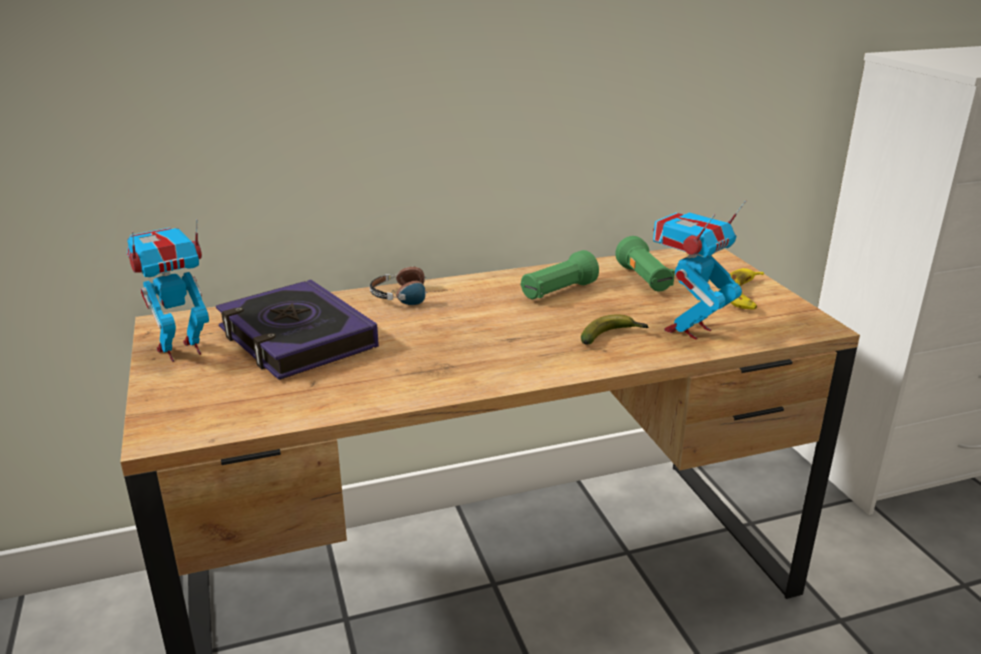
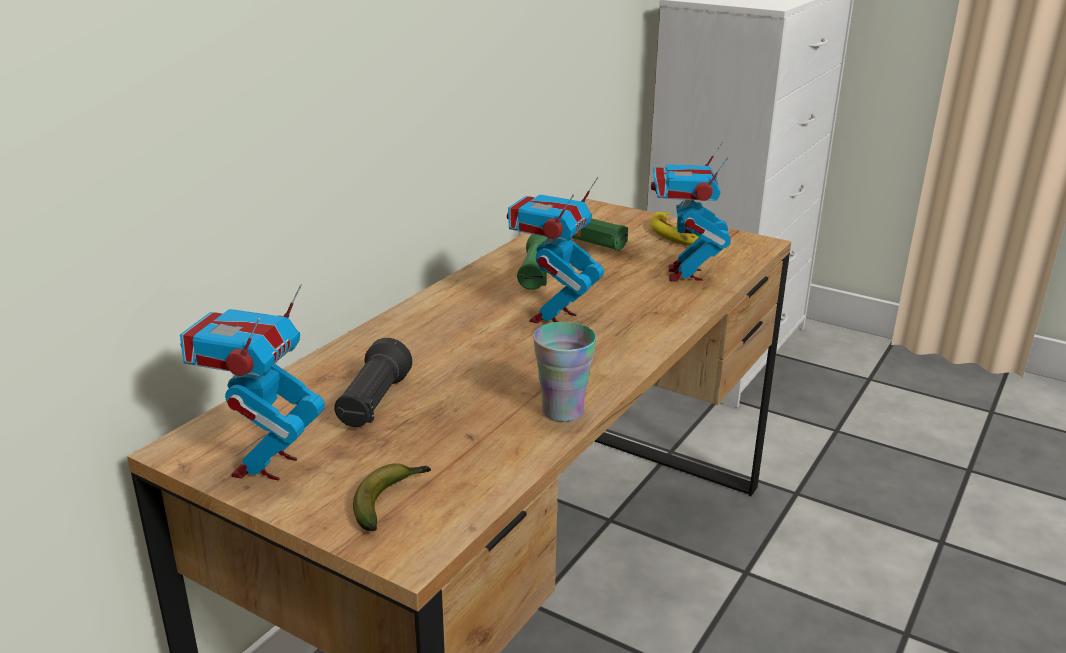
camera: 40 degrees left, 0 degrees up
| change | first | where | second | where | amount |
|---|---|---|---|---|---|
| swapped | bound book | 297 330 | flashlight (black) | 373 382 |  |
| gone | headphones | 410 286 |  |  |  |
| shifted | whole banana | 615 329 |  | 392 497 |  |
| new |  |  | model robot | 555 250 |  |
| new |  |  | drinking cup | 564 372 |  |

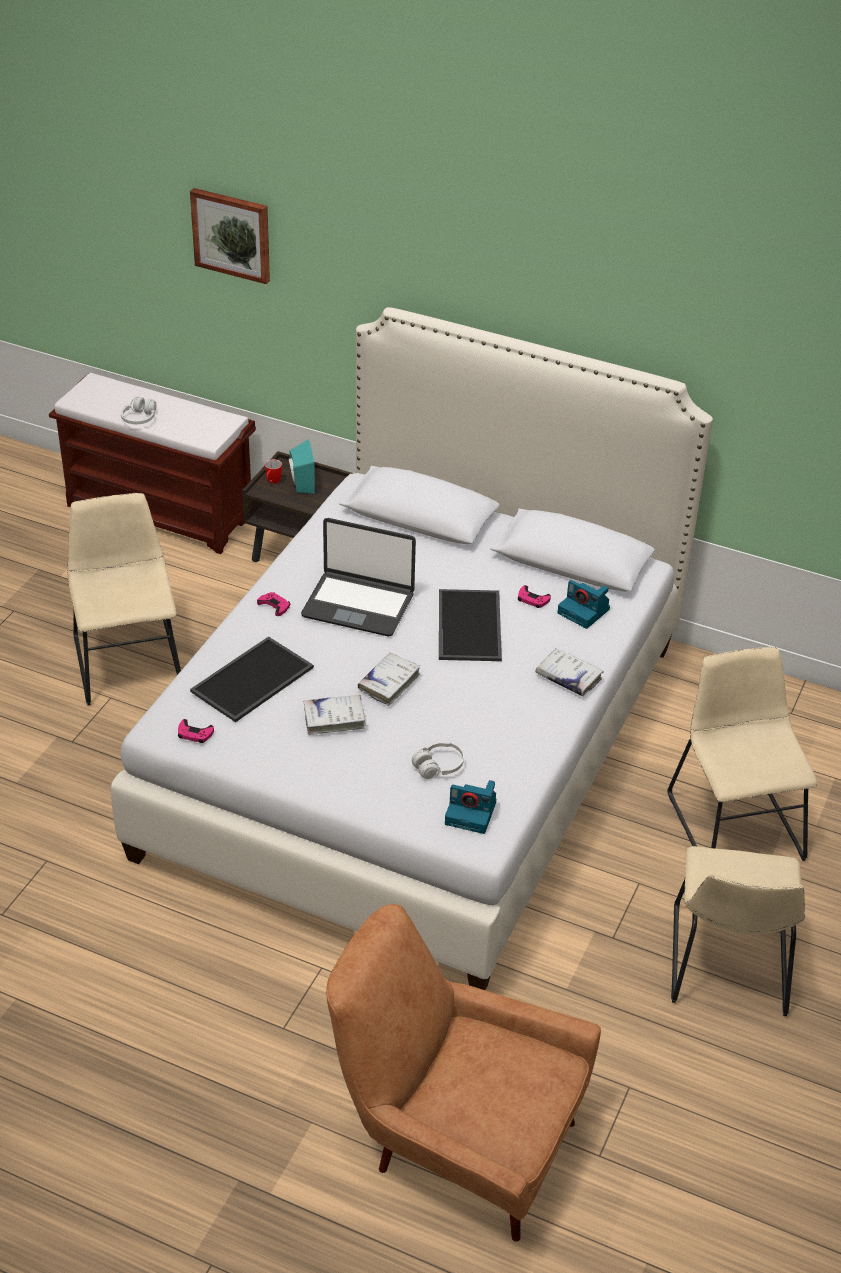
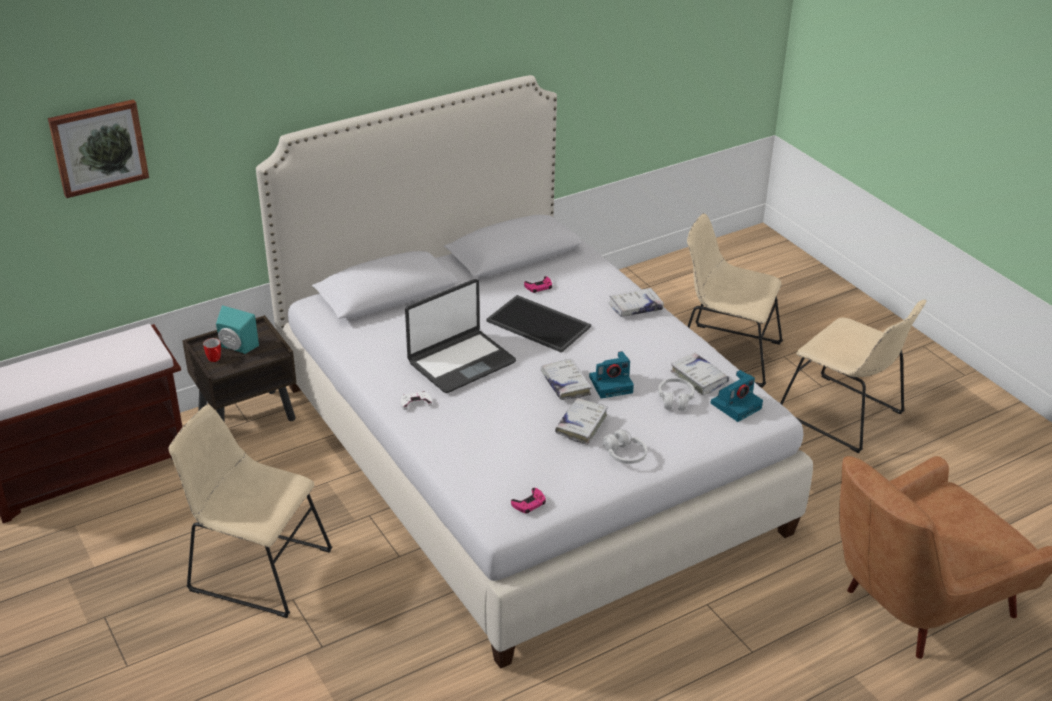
camera: 55 degrees left, 5 degrees down
| change | first | where | second | where | amount |
|---|---|---|---|---|---|
| shifted | headphones (white-coloured) | 139 410 |  | 625 446 |  |
| gone | tray | 252 679 |  |  |  |
| repainted | gamepad (pink-coloured) | 273 604 | gamepad (white-coloured) | 416 401 |  |
| shifted | still camera | 584 604 |  | 611 375 |  |
| new |  |  | bound book (white-coloured) | 700 374 |  |

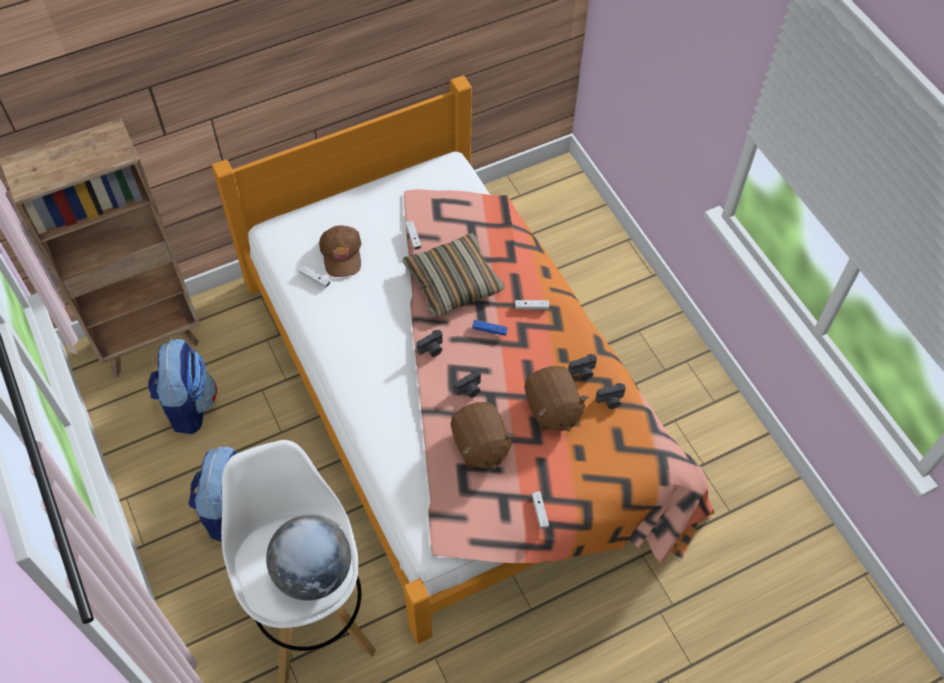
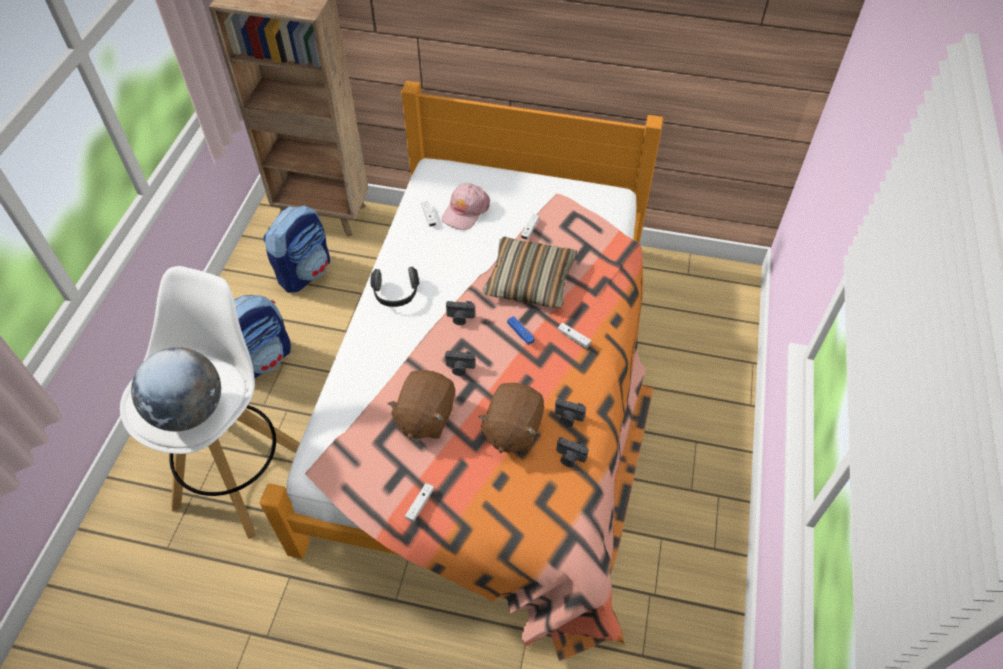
camera: 40 degrees right, 5 degrees down
| change | first | where | second | where | amount |
|---|---|---|---|---|---|
| repainted | peaked cap (brownish) | 340 251 | peaked cap (pink-coloured) | 466 206 |  |
| new |  |  | headphones | 394 286 |  |

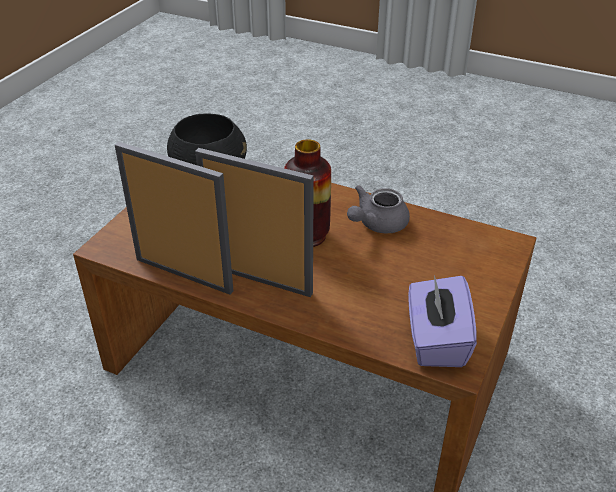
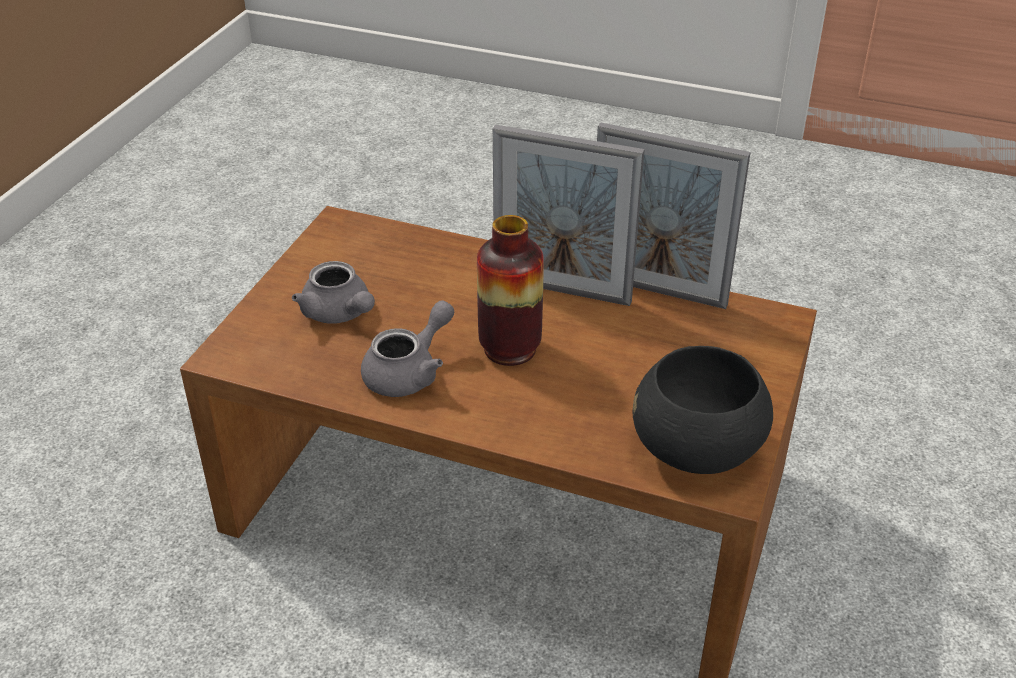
camera: 175 degrees right, 0 degrees up
| change | first | where | second | where | amount |
|---|---|---|---|---|---|
| gone | tissue box (purple-coloured) | 442 321 |  |  |  |
| new |  |  | teapot (grey) | 333 292 |  |

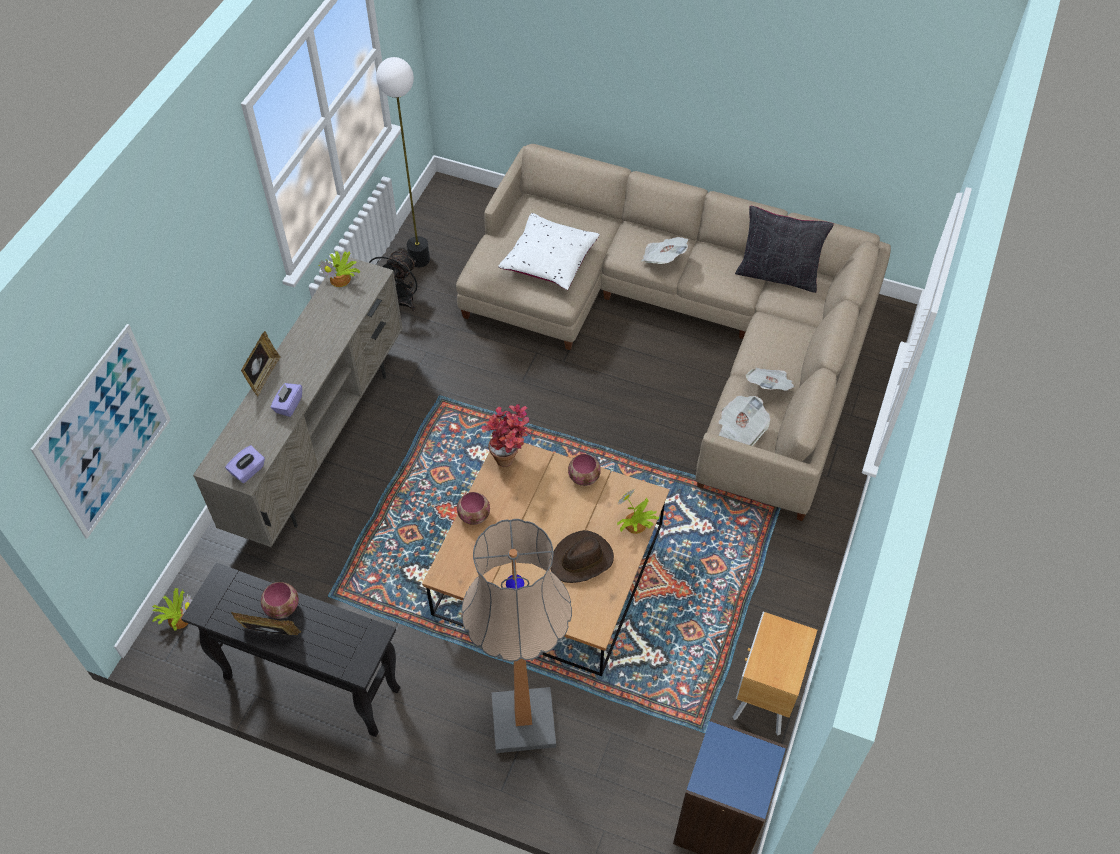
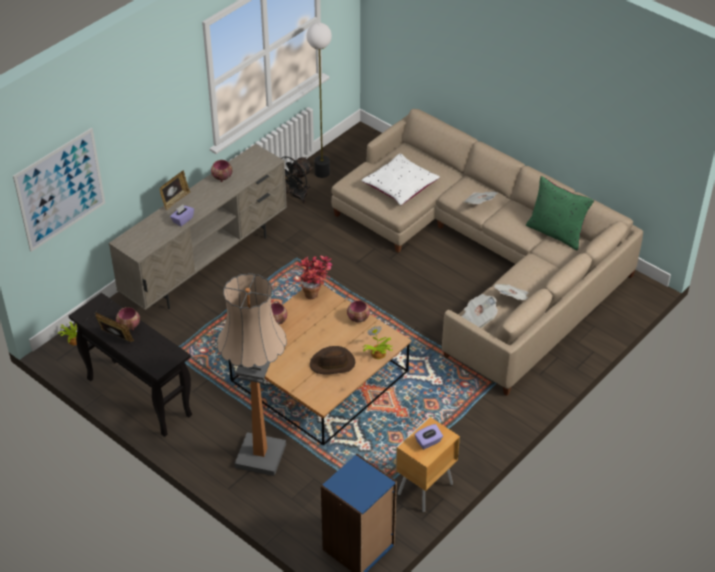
camera: 20 degrees right, 10 degrees down
| change | first | where | second | where | amount |
|---|---|---|---|---|---|
| shifted | tissue box (purple-coloured) | 245 464 |  | 429 436 |  |
| gone | houseplant | 339 269 |  |  |  |
| repainted | pillow (black) | 784 249 | pillow (greenish) | 560 213 |  |
| new |  |  | serving bowl | 221 171 |  |

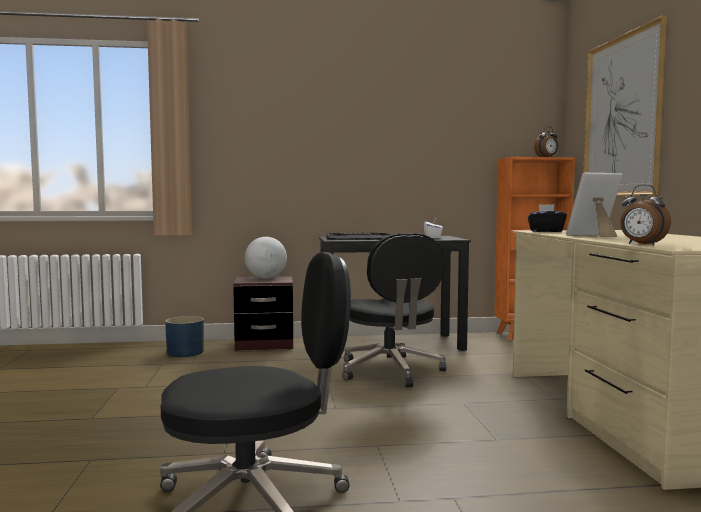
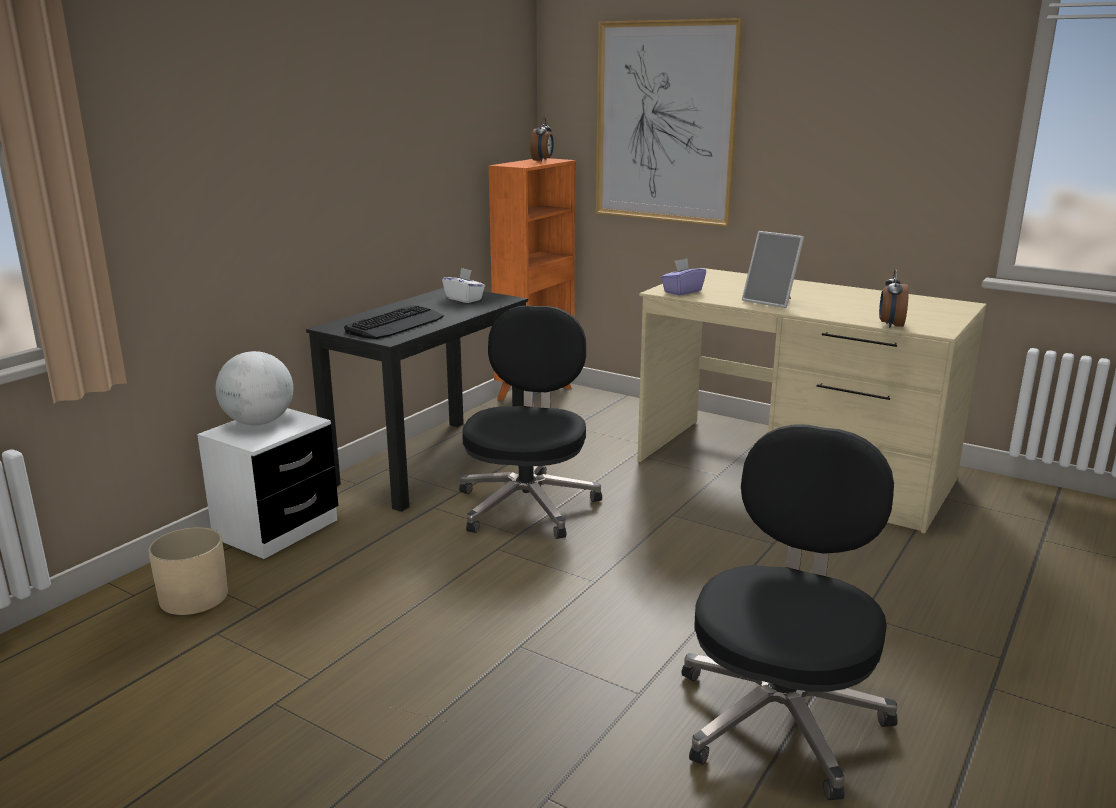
camera: 50 degrees left, 15 degrees up
| change | first | where | second | where | amount |
|---|---|---|---|---|---|
| repainted | flower pot (blue) | 184 336 | flower pot (sand-coloured) | 188 571 |  |
| repainted | bedside table (brownish) | 263 313 | bedside table (white-coloured) | 267 483 |  |
| rotated | office chair (black) | 394 310 |  | 530 422 | 105 degrees counterclockwise |
| repainted | tissue box (black) | 547 218 | tissue box (purple-coloured) | 683 277 |  |
| rotated | standing frame | 594 205 |  | 773 269 | 75 degrees counterclockwise |
| rotated | bedside clock | 645 214 |  | 894 298 | 105 degrees clockwise |

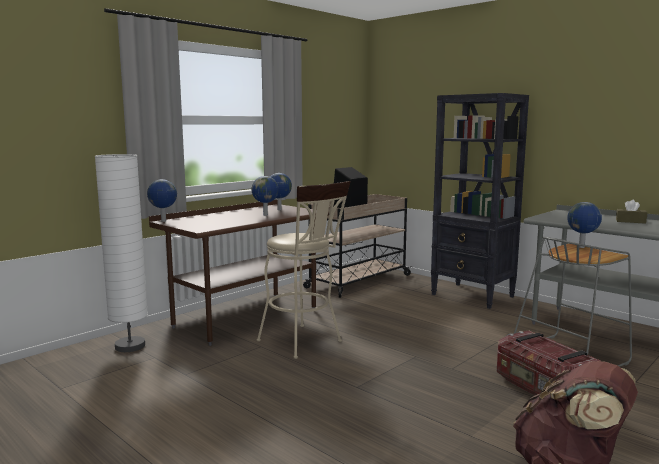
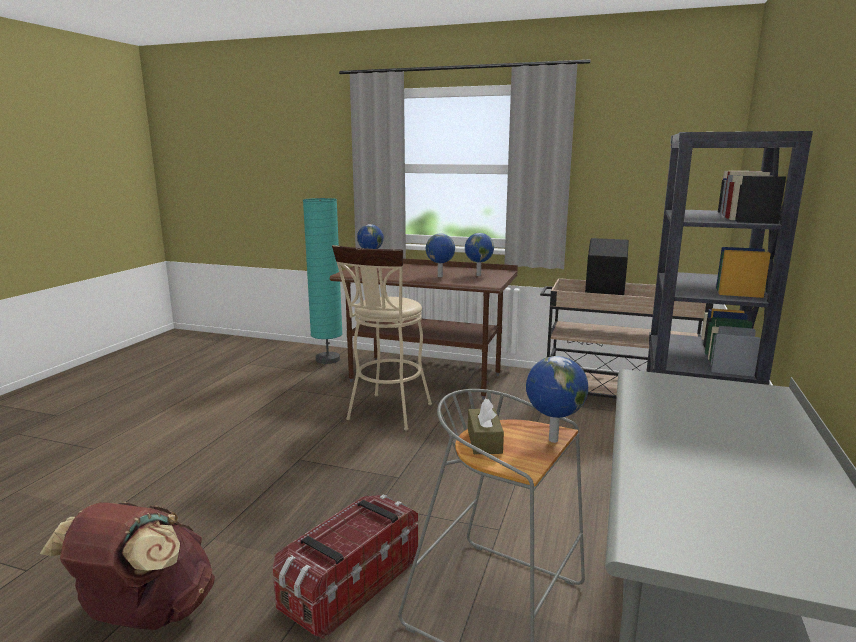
camera: 65 degrees right, 5 degrees up
| change | first | where | second | where | amount |
|---|---|---|---|---|---|
| repainted | standing lamp (white-coloured) | 121 253 | standing lamp (blue-green) | 323 281 |  |
| shifted | tissue box (brownish) | 631 212 |  | 486 426 |  |

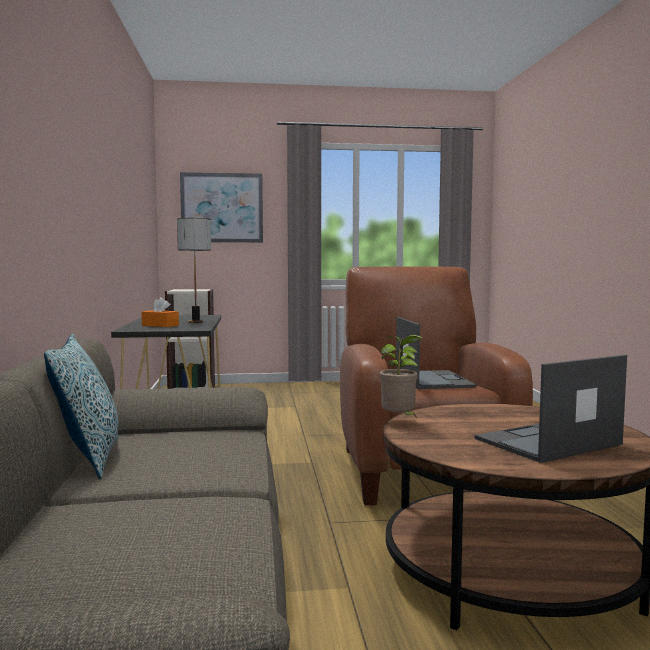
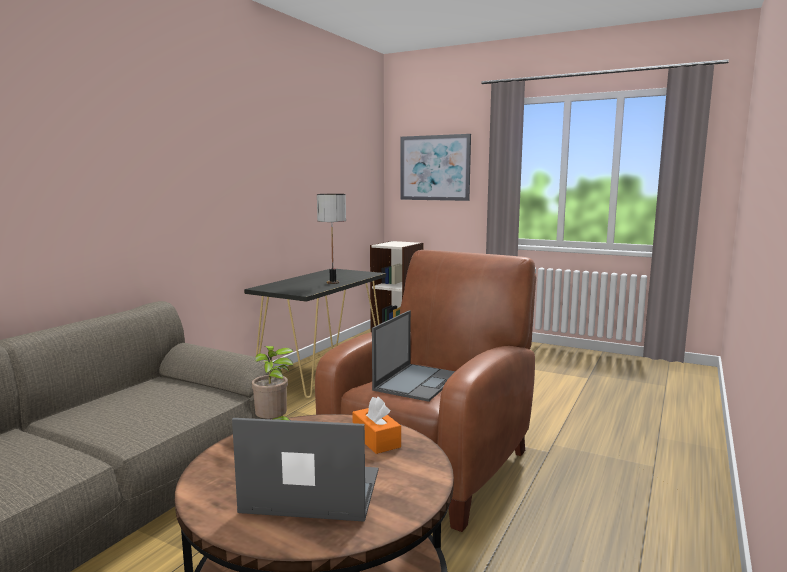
camera: 35 degrees right, 5 degrees up
| change | first | where | second | where | amount |
|---|---|---|---|---|---|
| gone | pillow | 81 406 |  |  |  |
| shifted | tissue box (orange-coloured) | 160 312 |  | 376 425 |  |

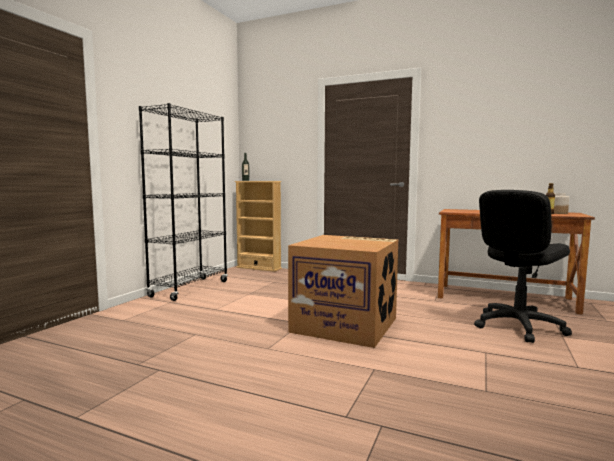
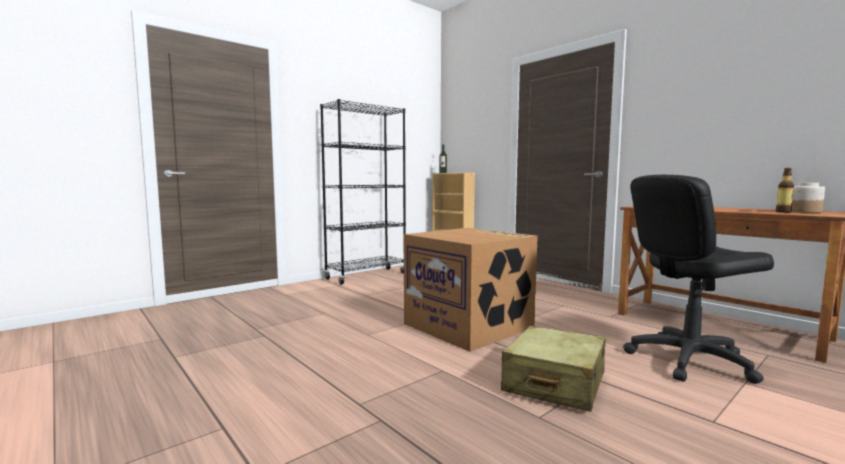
camera: 25 degrees right, 0 degrees up
| change | first | where | second | where | amount |
|---|---|---|---|---|---|
| new |  |  | suitcase (sand-coloured) | 553 369 |  |

